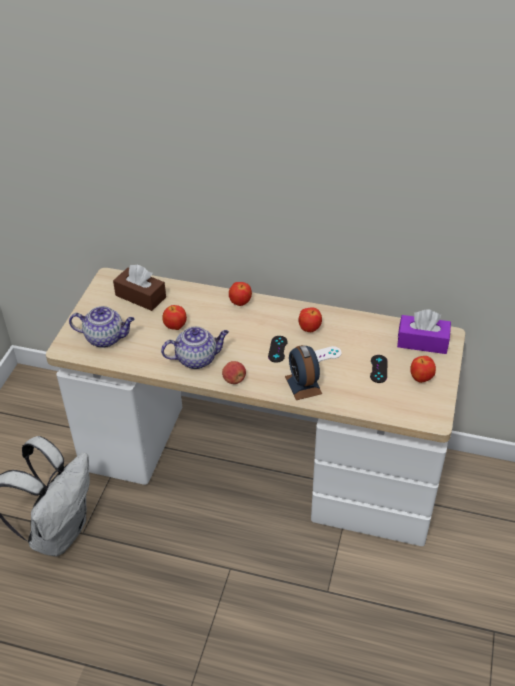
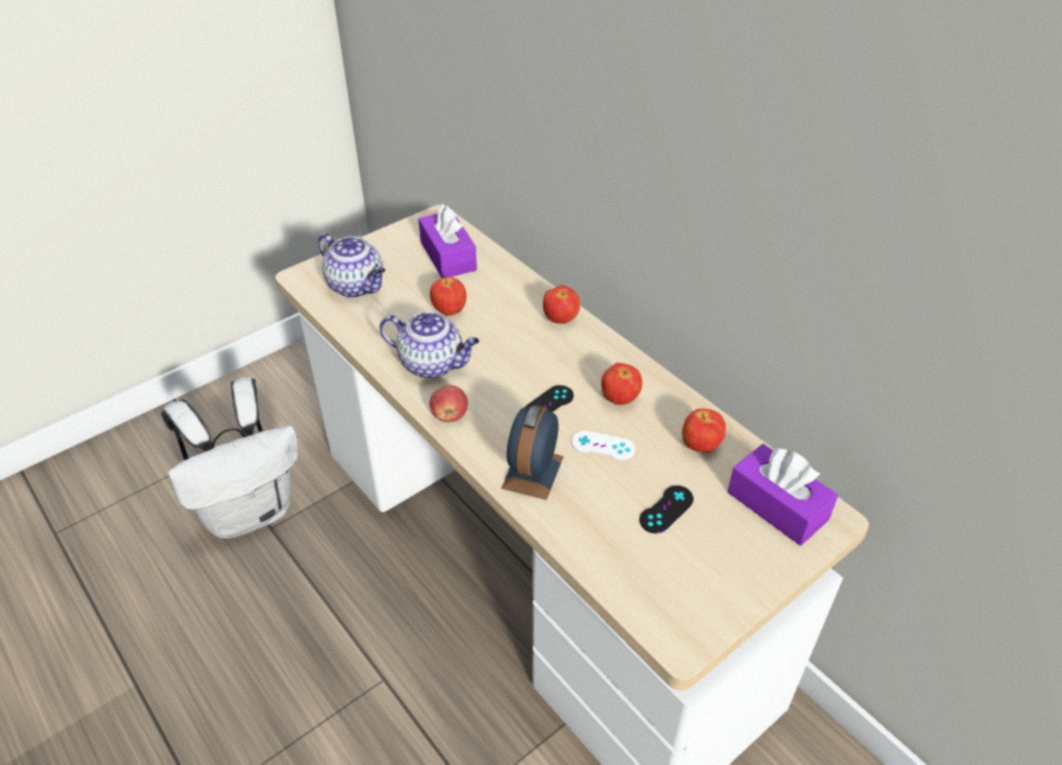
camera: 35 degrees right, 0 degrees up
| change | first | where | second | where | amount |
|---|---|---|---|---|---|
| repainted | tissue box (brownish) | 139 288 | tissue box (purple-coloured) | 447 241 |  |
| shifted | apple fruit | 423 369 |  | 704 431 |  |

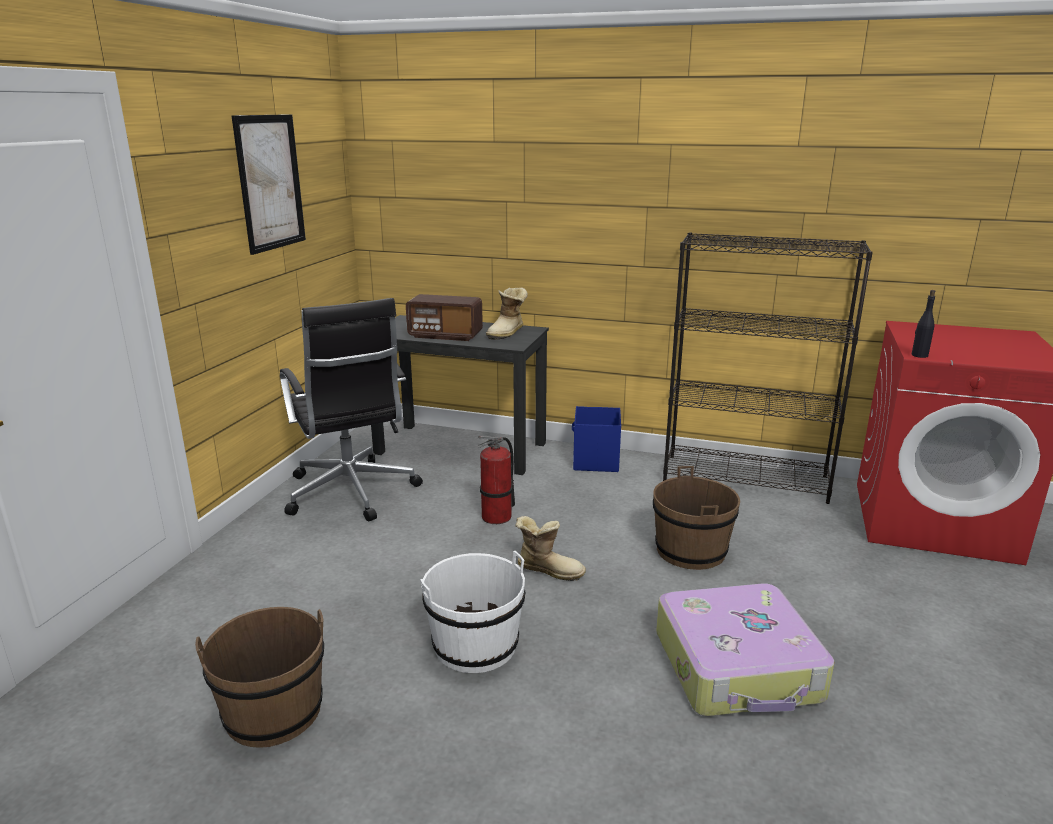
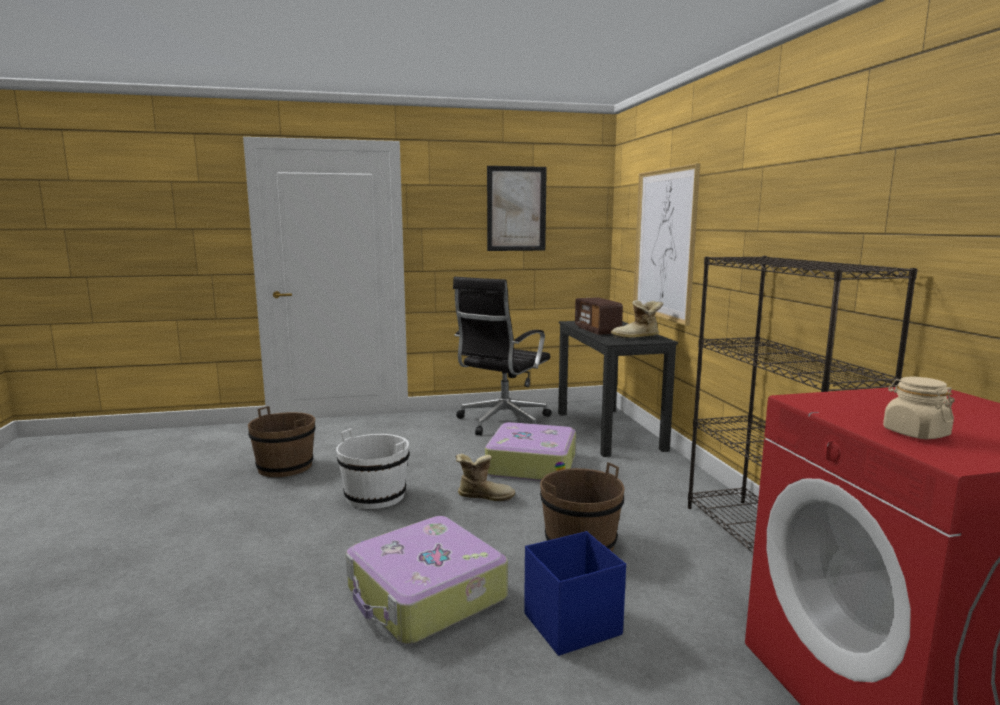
camera: 60 degrees right, 10 degrees down
| change | first | where | second | where | amount |
|---|---|---|---|---|---|
| swapped | extinguisher | 496 480 | suitcase | 530 451 |  |
| rotated | tall boot | 550 548 |  | 485 477 | 75 degrees counterclockwise |
| shifted | storage box (blue) | 596 439 |  | 575 593 |  |
| gone | drink bottle (black) | 923 324 |  |  |  |
| new |  |  | wall picture | 666 244 |  |
| new |  |  | storage jar (sand-coloured) | 919 408 |  |

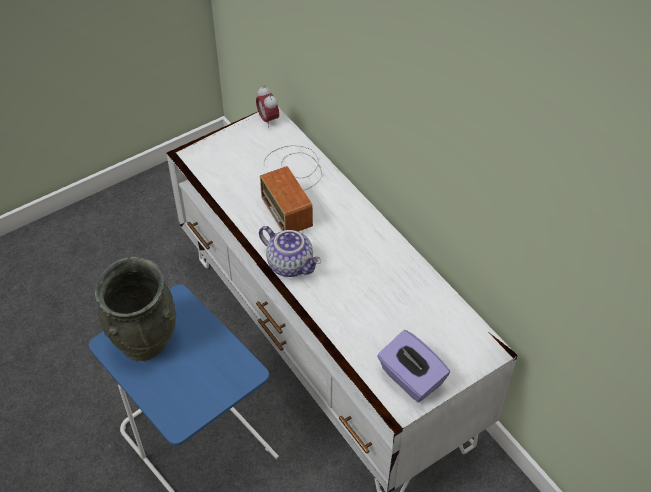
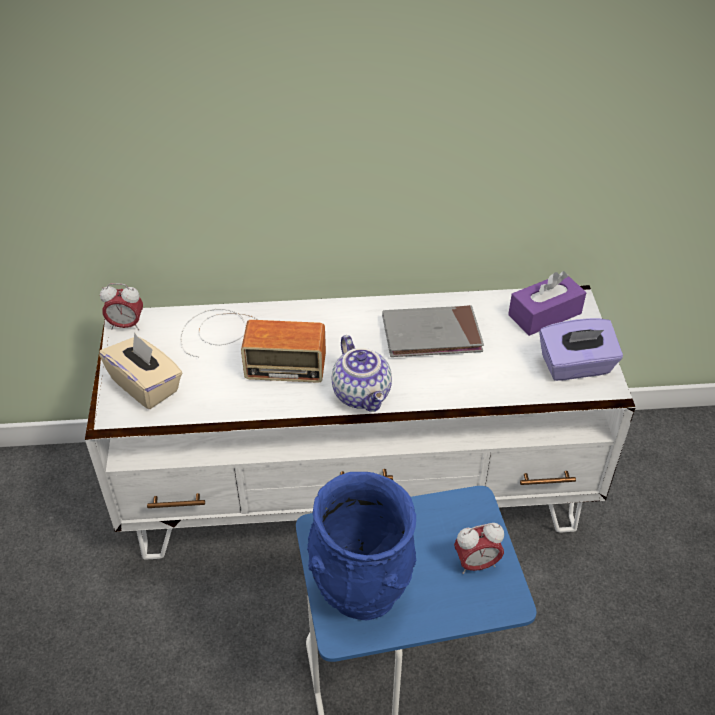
camera: 60 degrees left, 5 degrees down
| change | first | where | second | where | amount |
|---|---|---|---|---|---|
| repainted | decorative vase (grey) | 135 309 | decorative vase (blue) | 362 546 |  |
| rotated | teapot | 290 251 |  | 362 373 | 90 degrees clockwise |
| new |  |  | tissue box (sand-coloured) | 140 370 |  |
| new |  |  | bound book (grey) | 433 331 |  |
| new |  |  | bedside clock | 479 548 |  |
| new |  |  | tissue box (purple-coloured) | 547 303 |  |

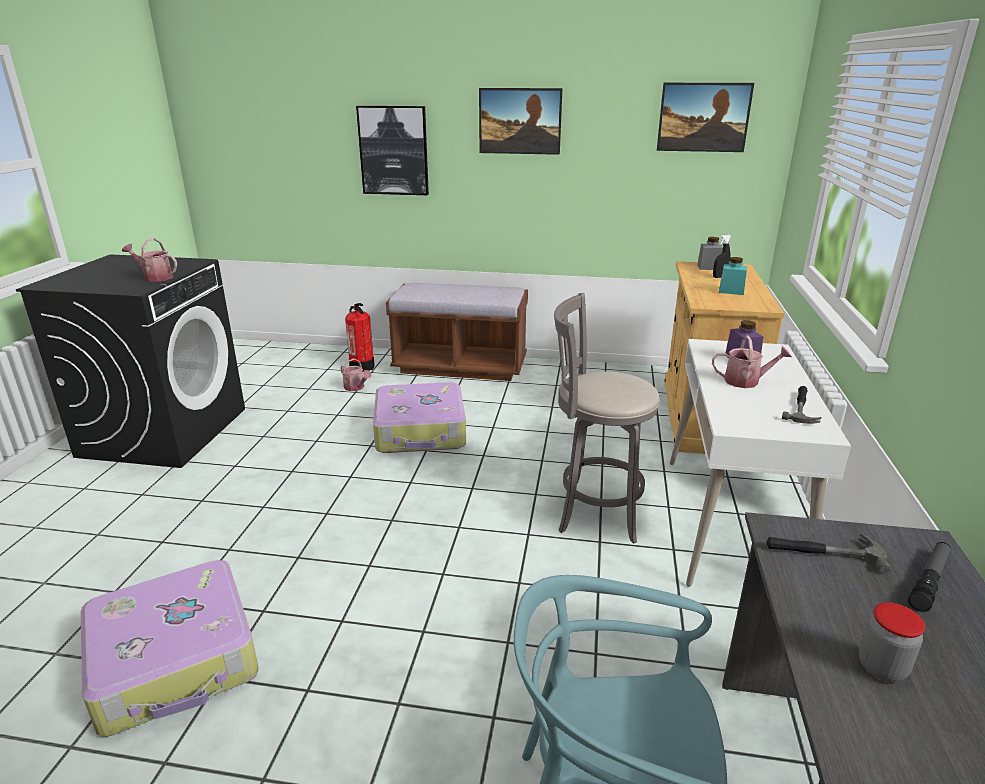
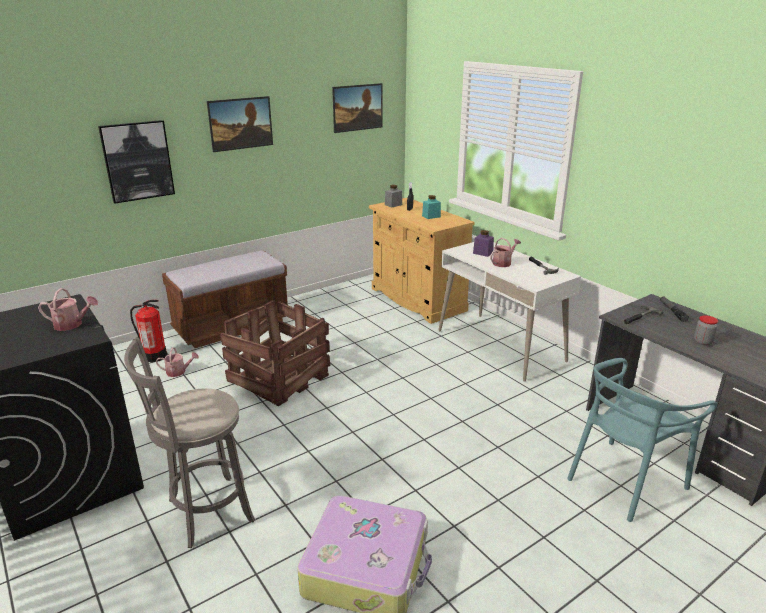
camera: 45 degrees left, 0 degrees up
| change | first | where | second | where | amount |
|---|---|---|---|---|---|
| rotated | watering can | 149 260 |  | 68 309 | 150 degrees counterclockwise |
| swapped | suitcase | 419 417 | shipping crate | 275 353 |  |
| shifted | sitting stool (grey) | 607 418 |  | 189 442 |  |

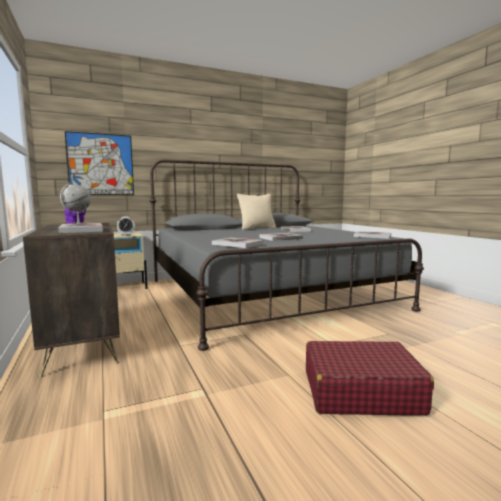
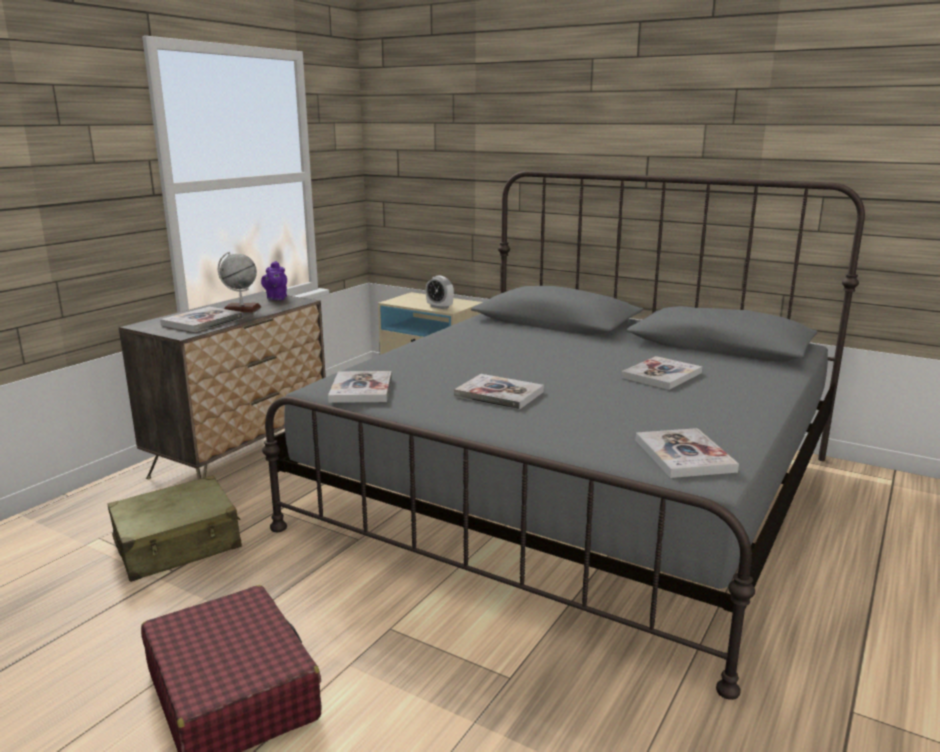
camera: 55 degrees right, 10 degrees up
| change | first | where | second | where | amount |
|---|---|---|---|---|---|
| gone | wall picture | 99 163 |  |  |  |
| gone | pillow (sand-coloured) | 256 212 |  |  |  |
| new |  |  | suitcase (sand-coloured) | 174 528 |  |

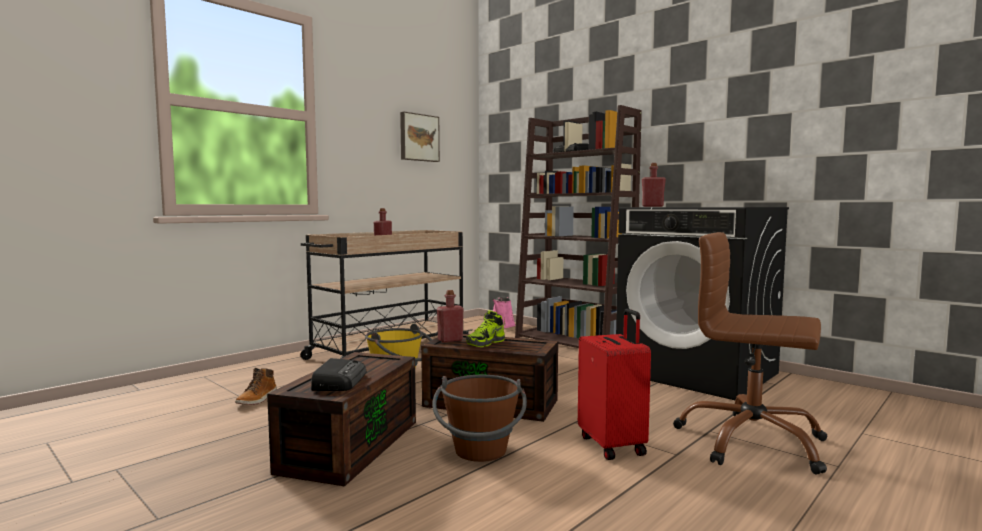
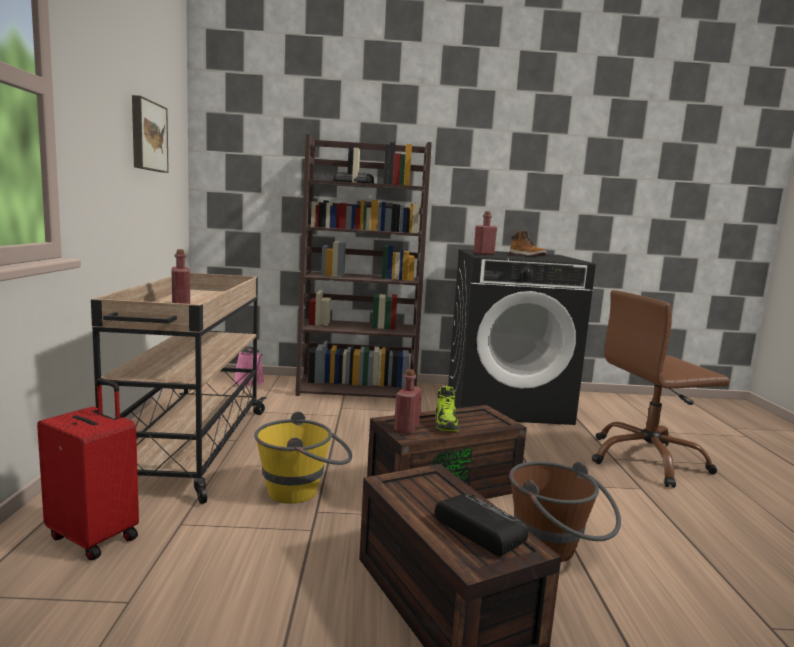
camera: 45 degrees left, 5 degrees up
| change | first | where | second | where | amount |
|---|---|---|---|---|---|
| shifted | tall boot | 256 386 |  | 528 243 |  |
| shifted | suitcase (reddish) | 614 384 |  | 88 469 |  |

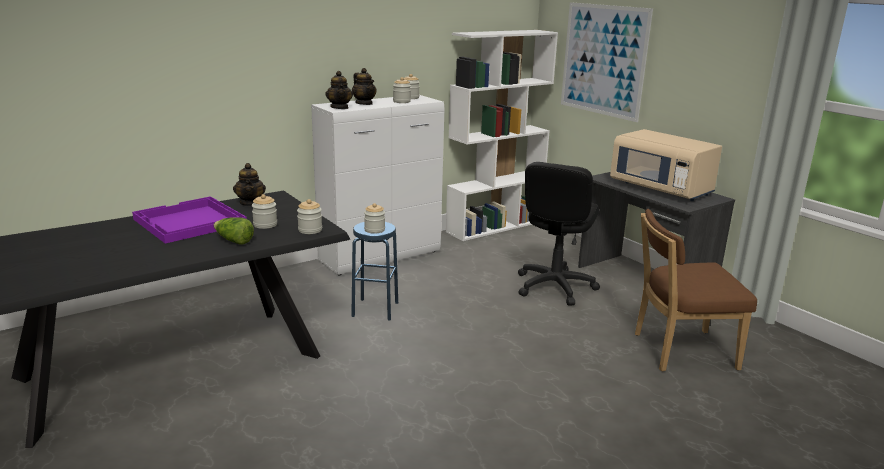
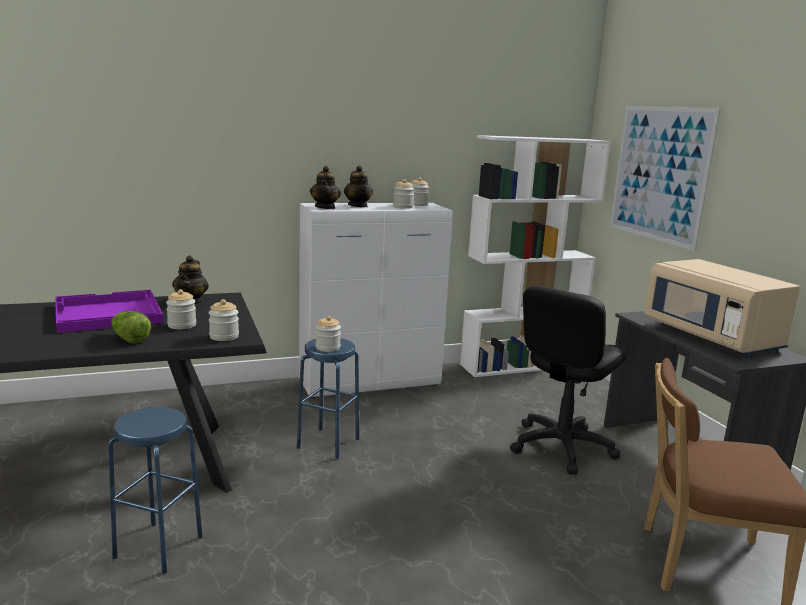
camera: 15 degrees right, 5 degrees down
| change | first | where | second | where | amount |
|---|---|---|---|---|---|
| new |  |  | sitting stool (blue) | 155 490 |  |

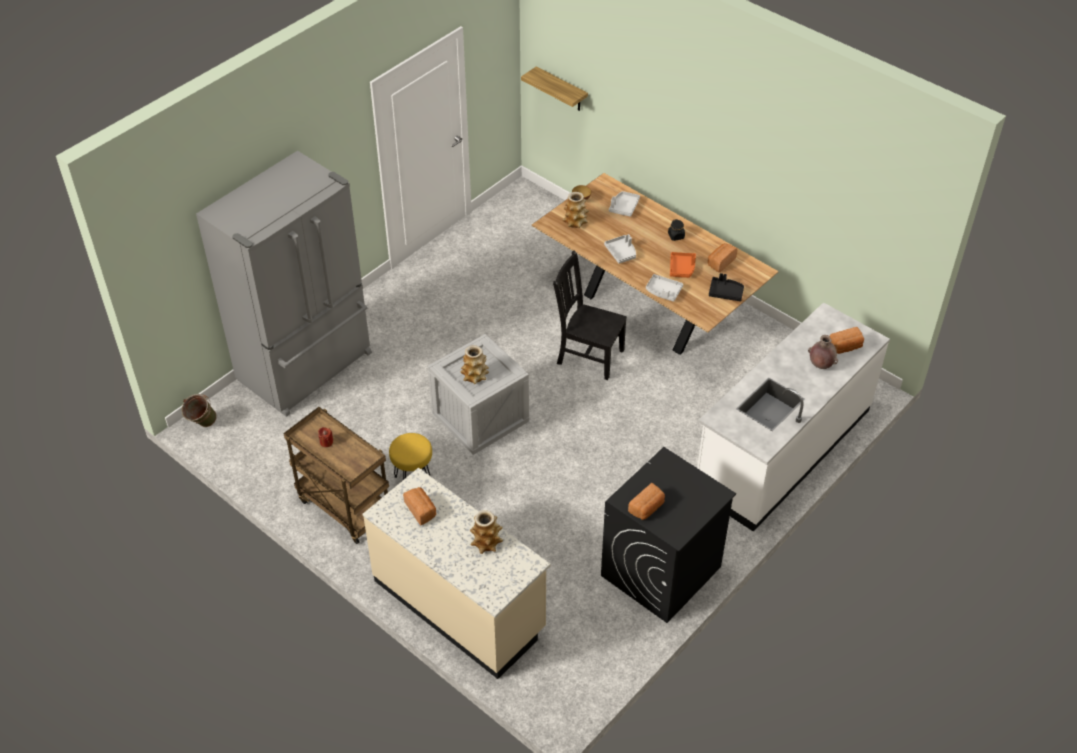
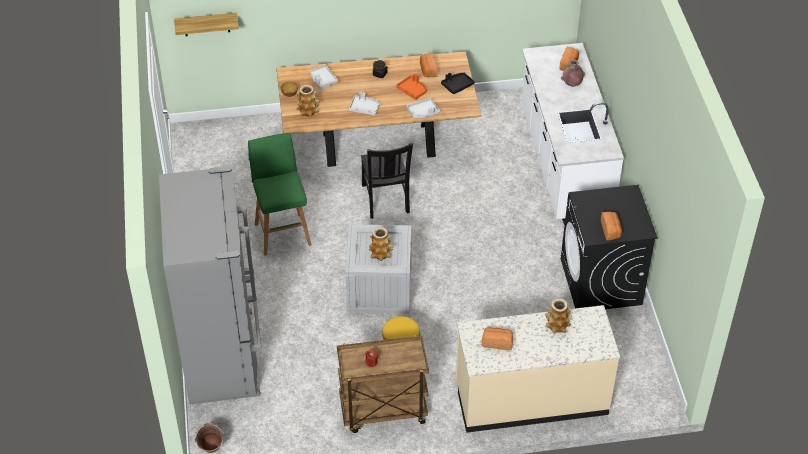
camera: 50 degrees left, 0 degrees up
| change | first | where | second | where | amount |
|---|---|---|---|---|---|
| rotated | chair (black) | 590 315 |  | 387 181 | 75 degrees counterclockwise |
| new |  |  | sitting stool (greenish) | 280 194 |  |

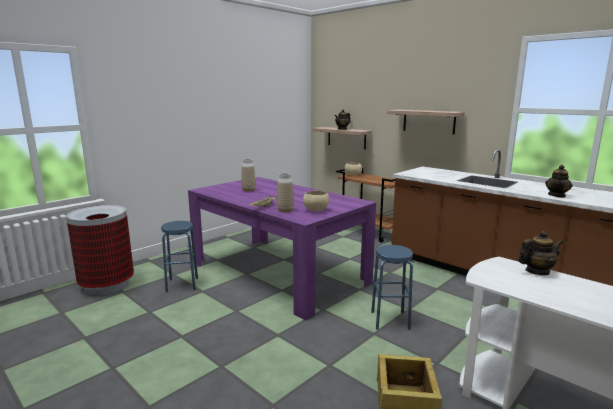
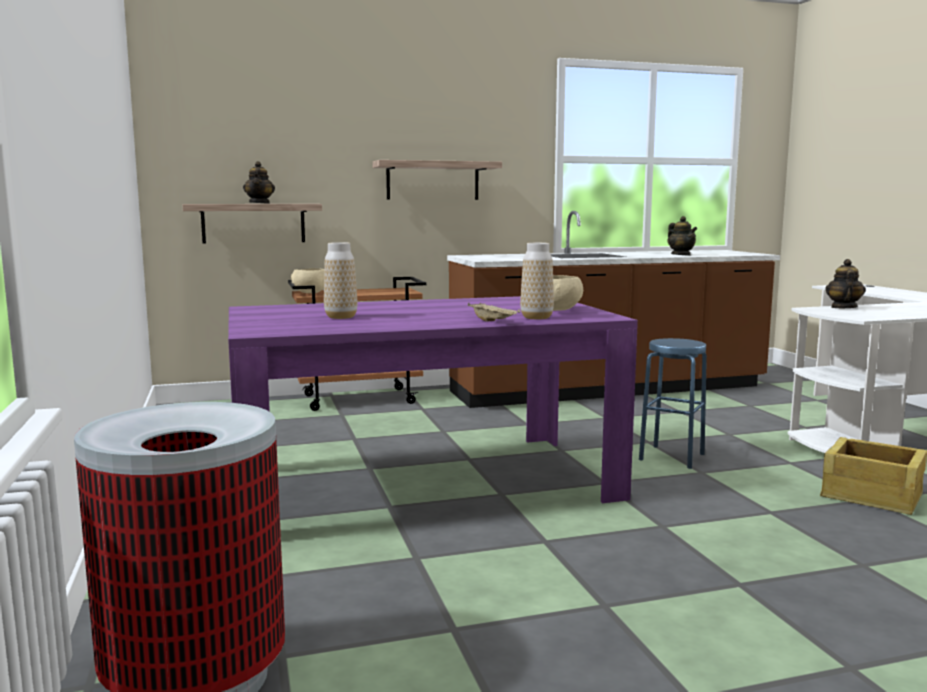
camera: 60 degrees left, 5 degrees down
| change | first | where | second | where | amount |
|---|---|---|---|---|---|
| gone | sitting stool (blue) | 179 257 |  |  |  |

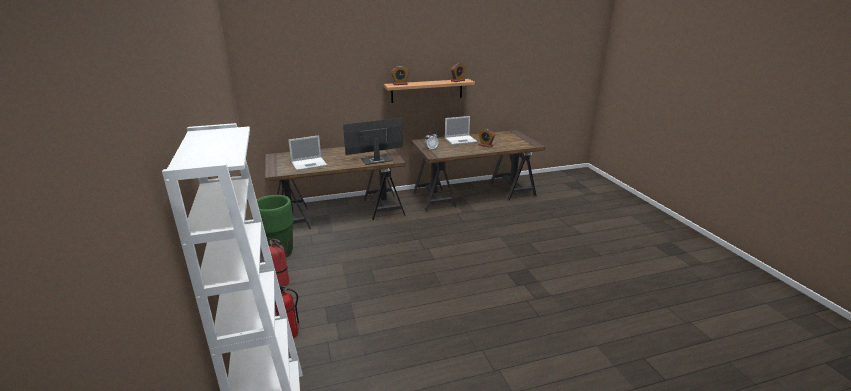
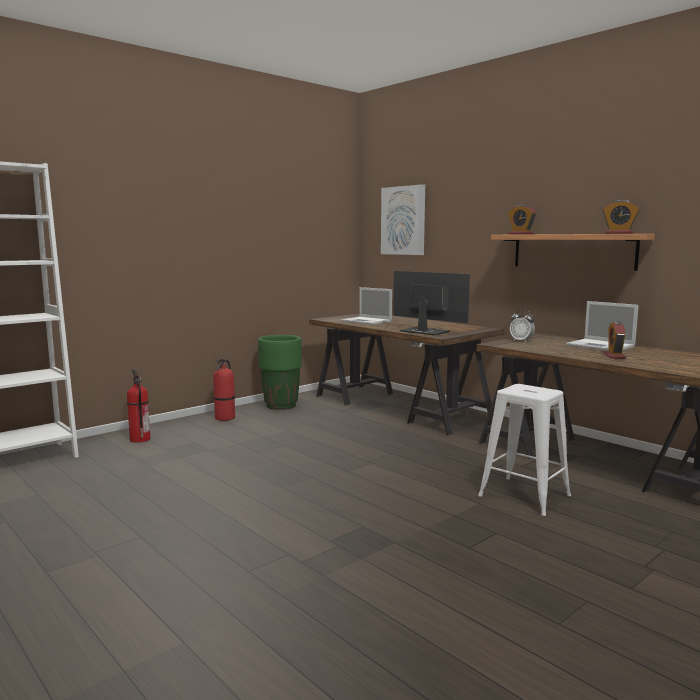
camera: 65 degrees right, 15 degrees down
| change | first | where | second | where | amount |
|---|---|---|---|---|---|
| new |  |  | wall picture | 403 219 |  |
| new |  |  | sitting stool (white-coloured) | 524 450 |  |

